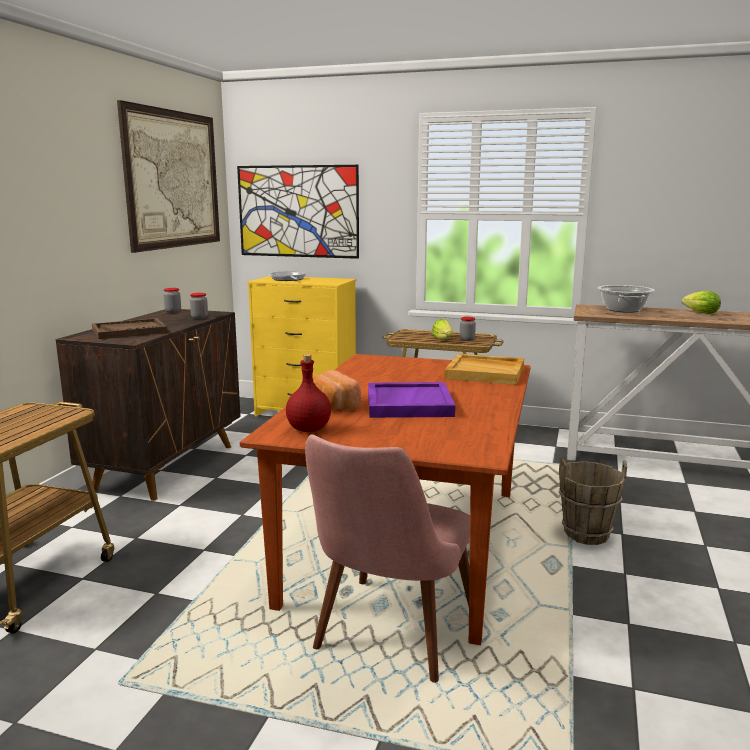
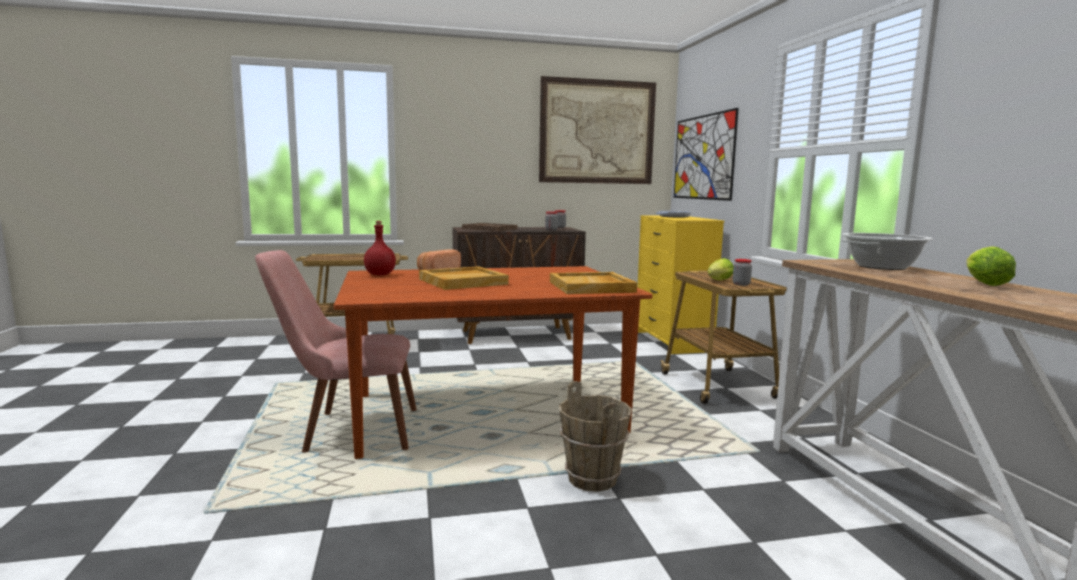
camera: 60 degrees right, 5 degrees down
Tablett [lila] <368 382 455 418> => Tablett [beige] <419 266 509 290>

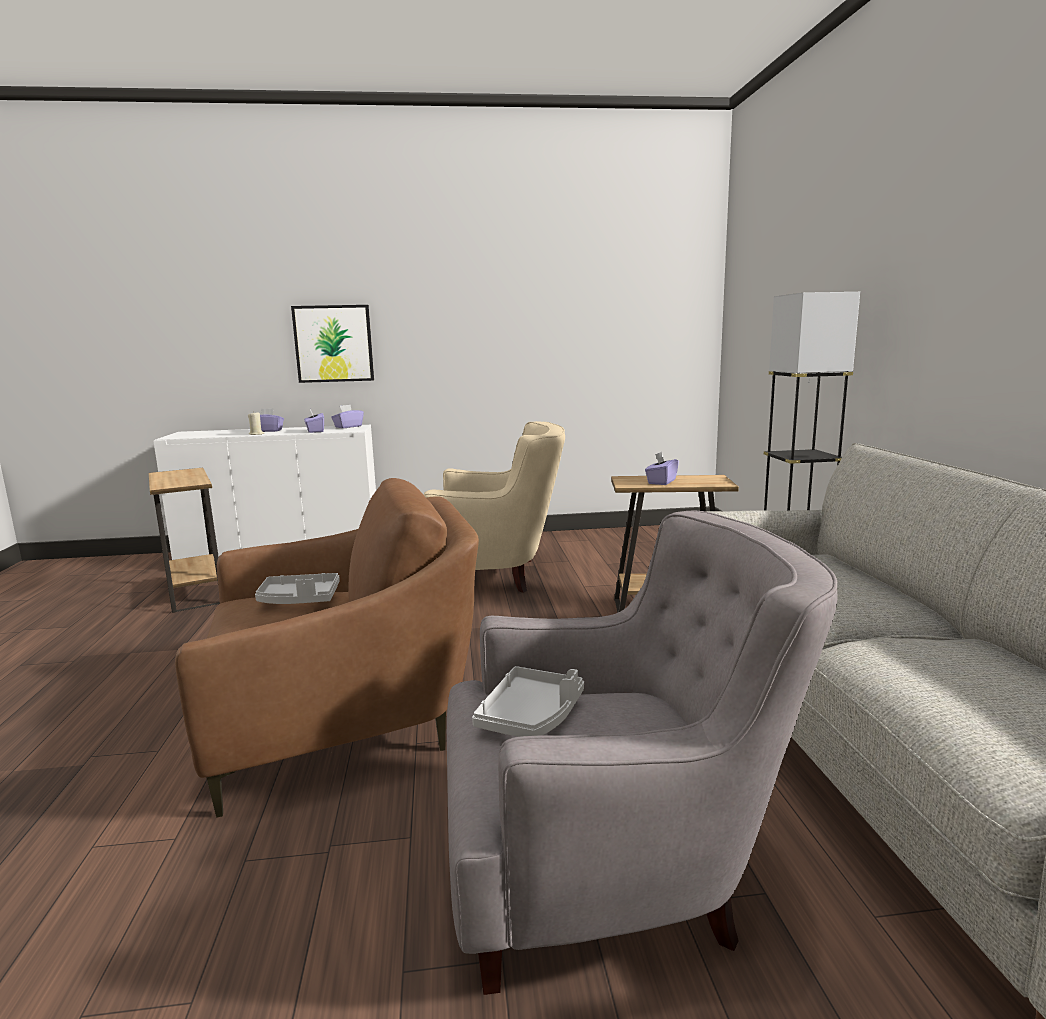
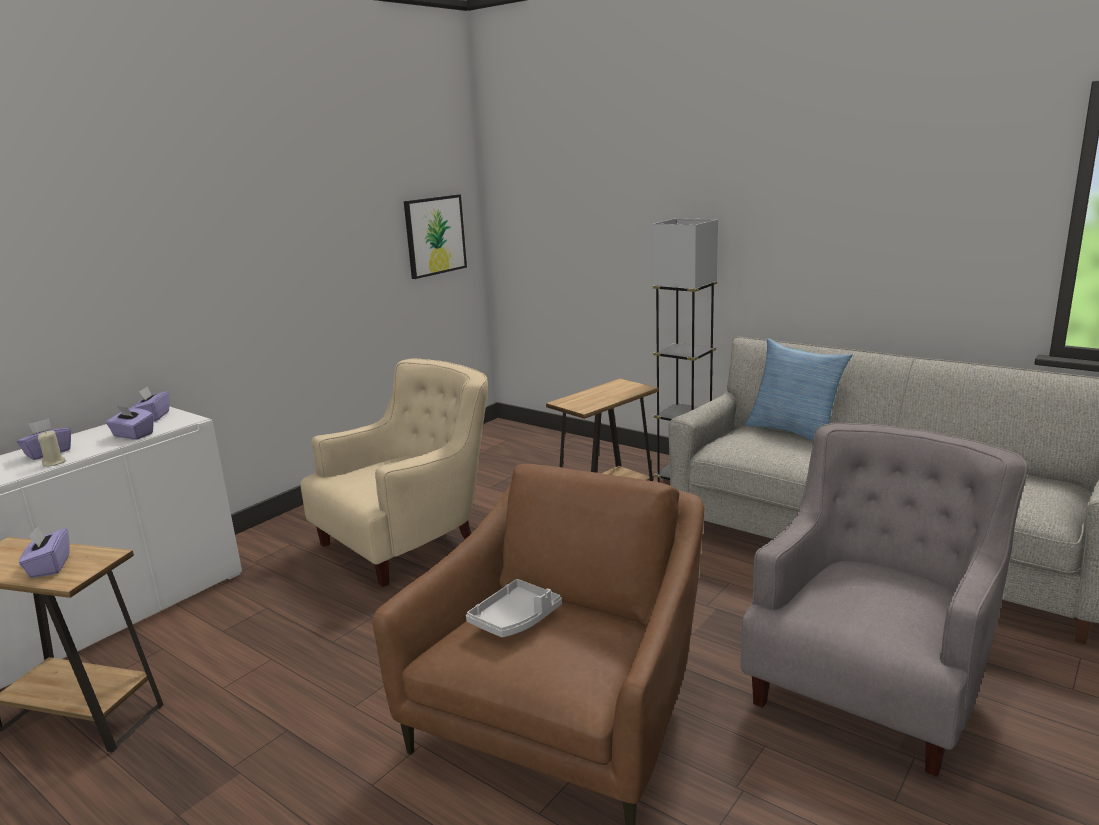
camera: 45 degrees left, 5 degrees up
Bild <291 305 374 383> => Bild <404 194 467 279>, moved
Taschentuchbox [lila] <645 451 679 485> => Taschentuchbox [lila] <19 526 70 578>, moved
Tablett [grau] <472 666 584 737> => nothing
nothing => Kissen <745 338 852 441>

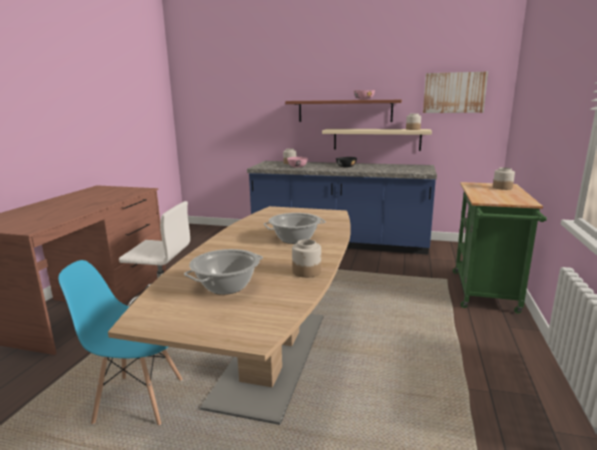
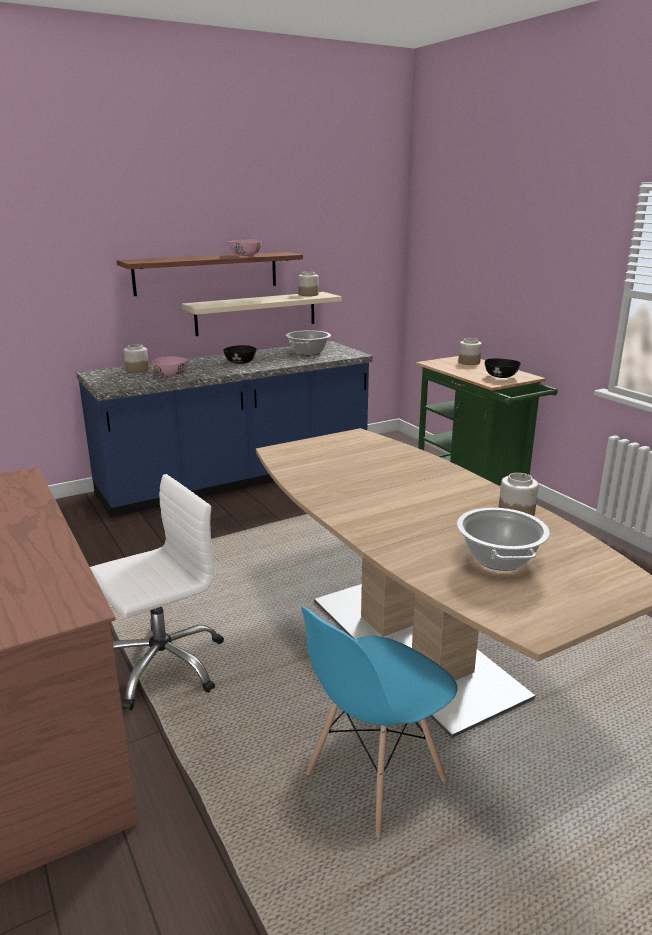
camera: 45 degrees left, 5 degrees up
Bild <423 72 488 113> => nothing
Kochtopf <264 213 326 244> => Kochtopf <286 331 331 355>, moved
nothing => Schüssel [schwarz] <485 358 521 378>

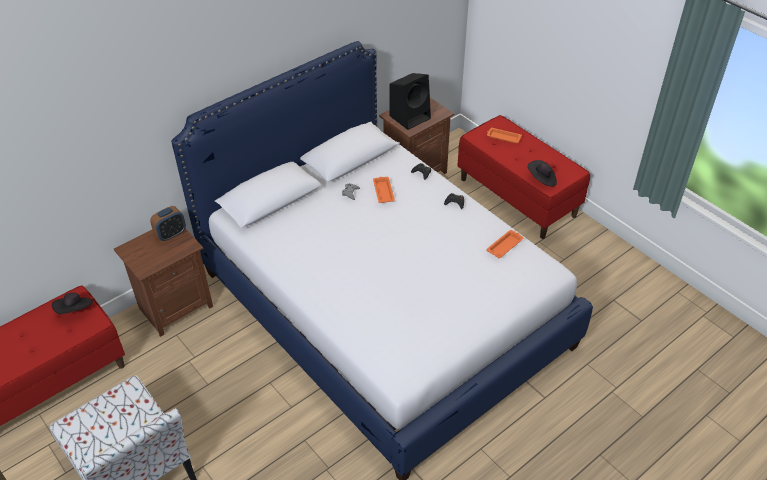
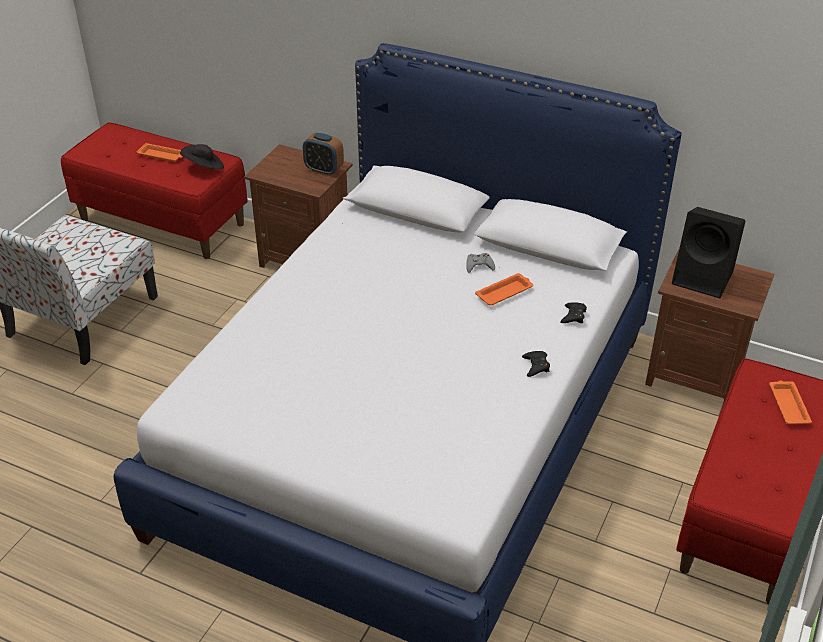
camera: 65 degrees right, 5 degrees down
Hut [schwarz] <527 160 557 187> => nothing
Tablett [orange] <486 230 523 258> => Tablett [orange] <137 143 183 162>, moved

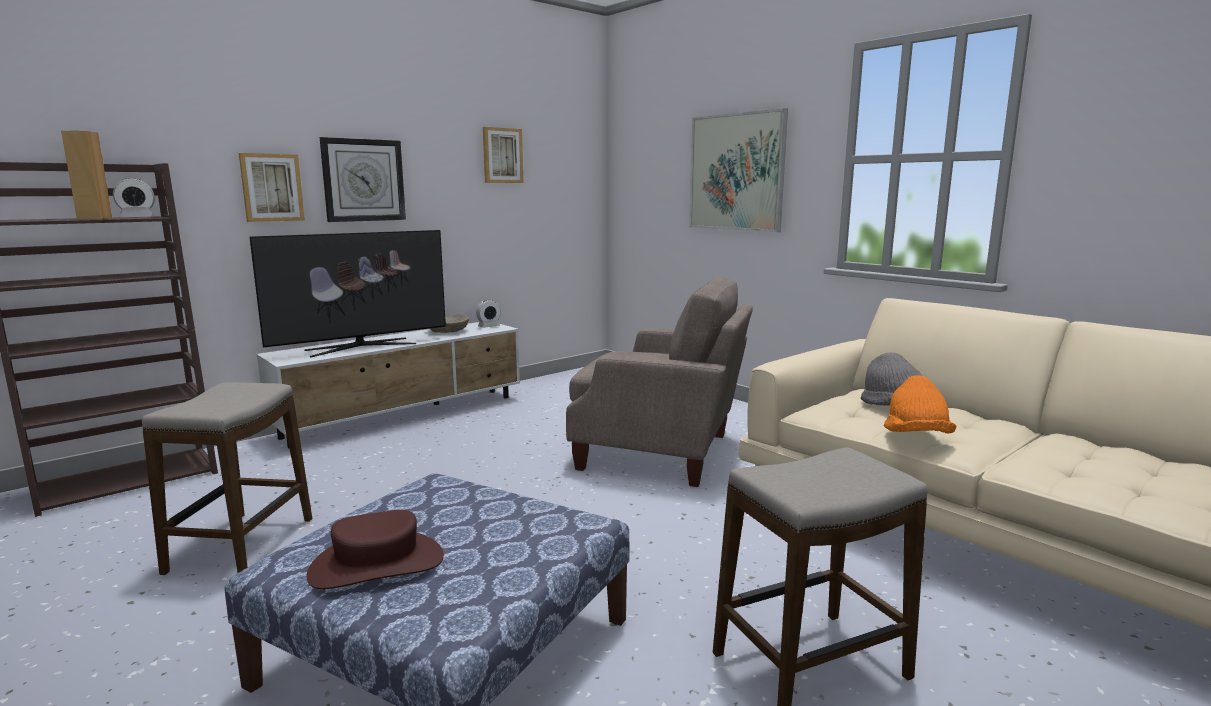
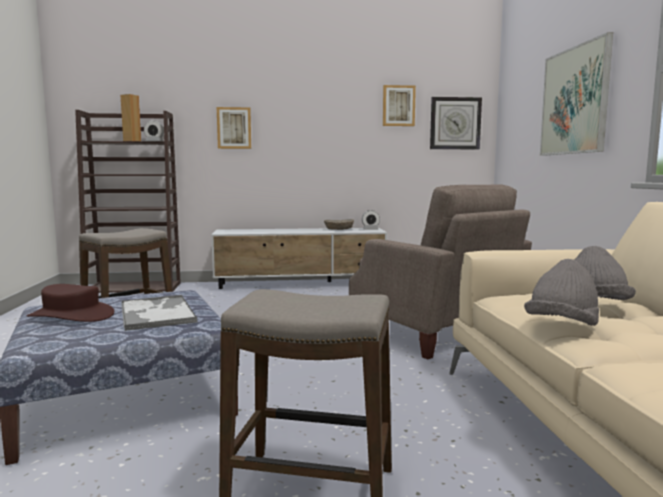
camera: 35 degrees right, 5 degrees down
Wanduhr <320 137 406 222> => Wanduhr <430 97 482 149>, moved
Fernseher <250 230 446 358> => nothing
Hut [orange] <884 375 956 434> => Hut [grau] <524 259 599 326>
nothing => Tablett <121 295 197 331>

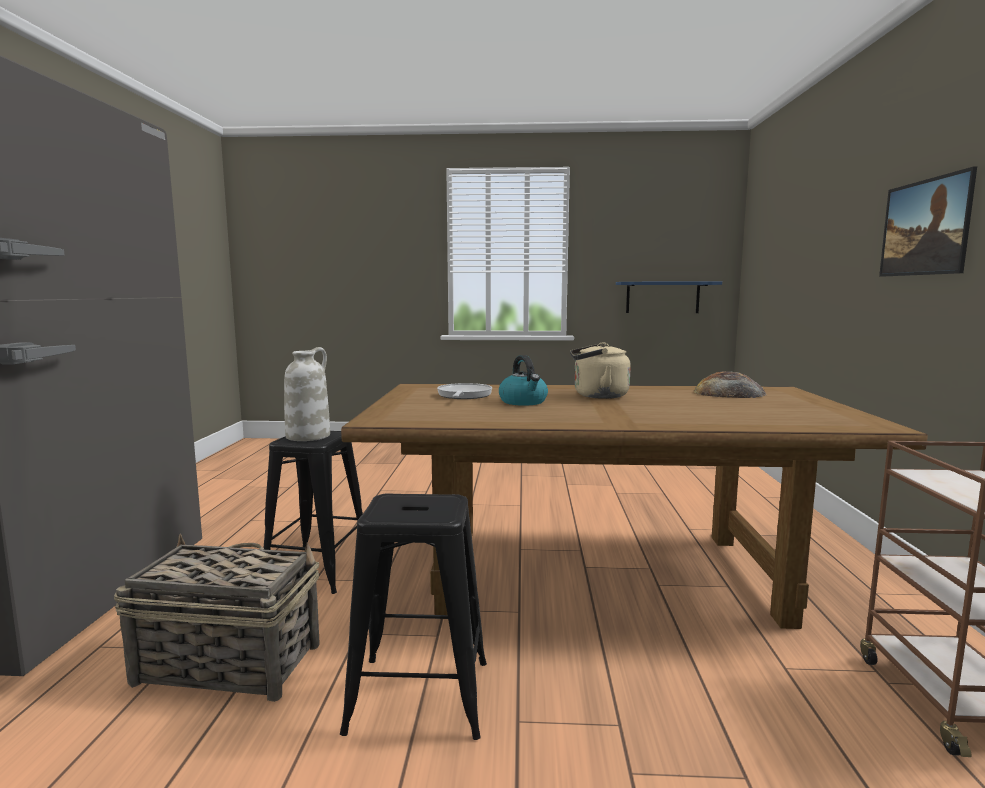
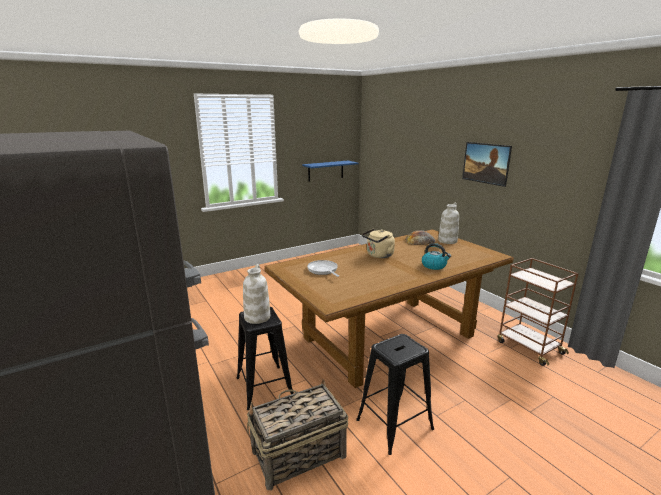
camera: 35 degrees left, 10 degrees up
Wasserkessel <499 355 548 406> => Wasserkessel <422 243 451 270>, moved
nothing => Vase [weiß] <438 203 459 244>

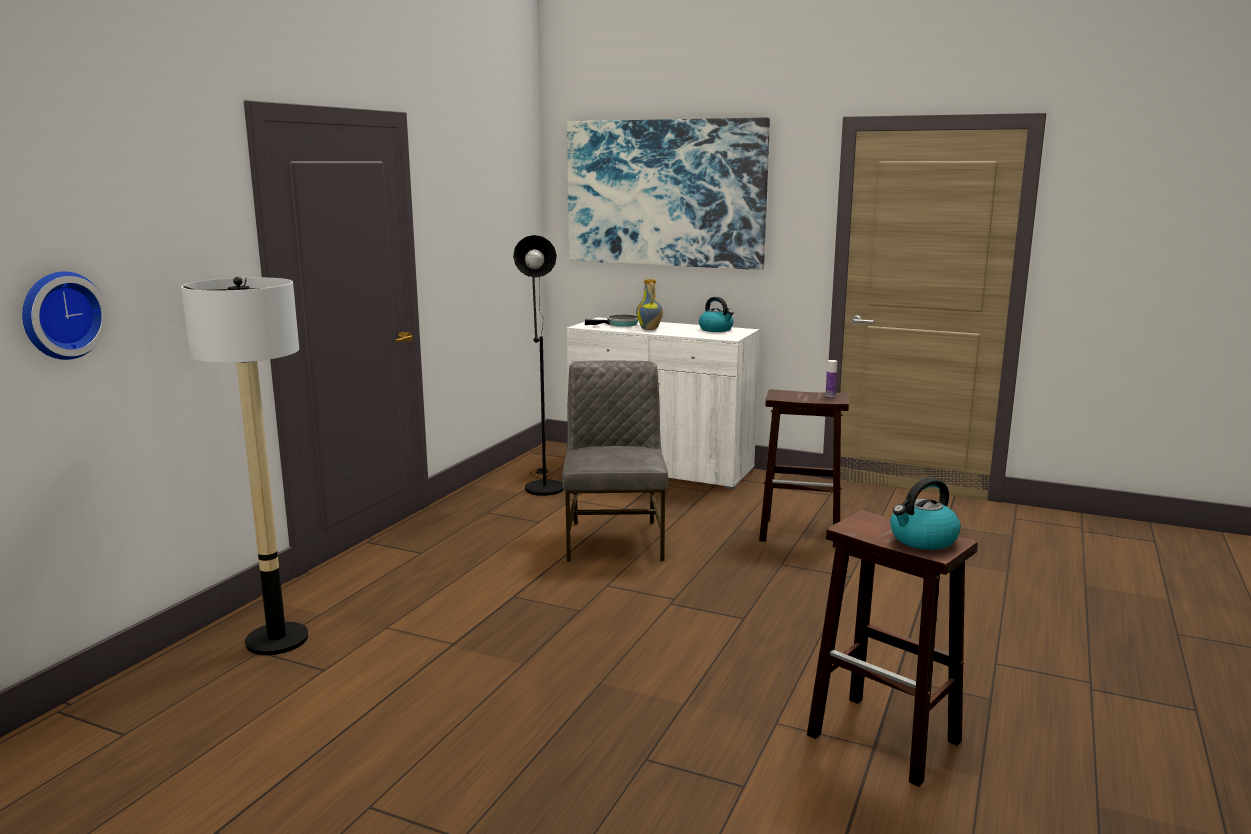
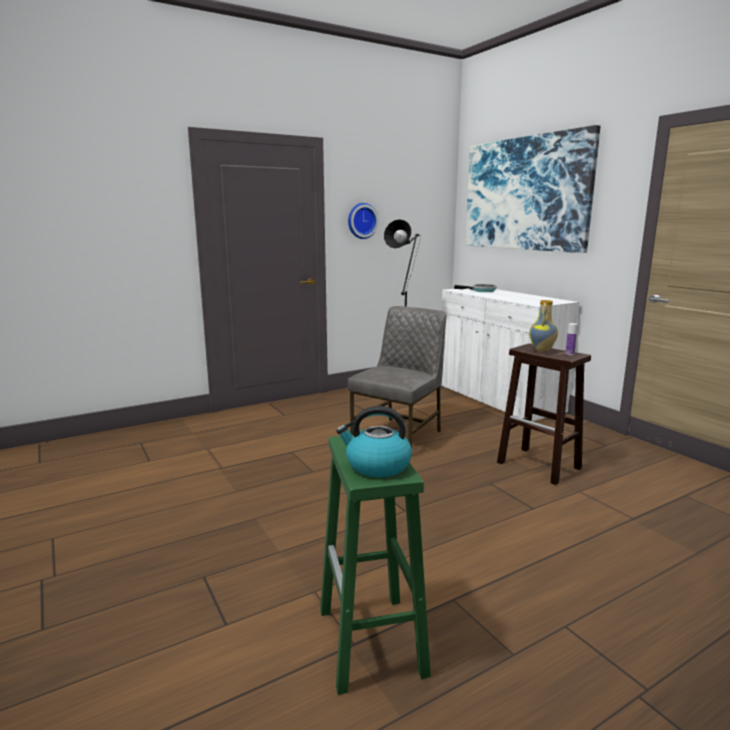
camera: 35 degrees right, 0 degrees up
Wanduhr <22 271 108 360> => Wanduhr <348 203 379 239>, moved
Stehlampe <181 277 308 655> => nothing
Vase <636 279 663 330> => Vase <529 300 558 352>, moved
Wasserkessel <699 297 734 332> => nothing
Hocker [braun] <807 510 978 787> => Hocker [grün] <320 435 431 695>

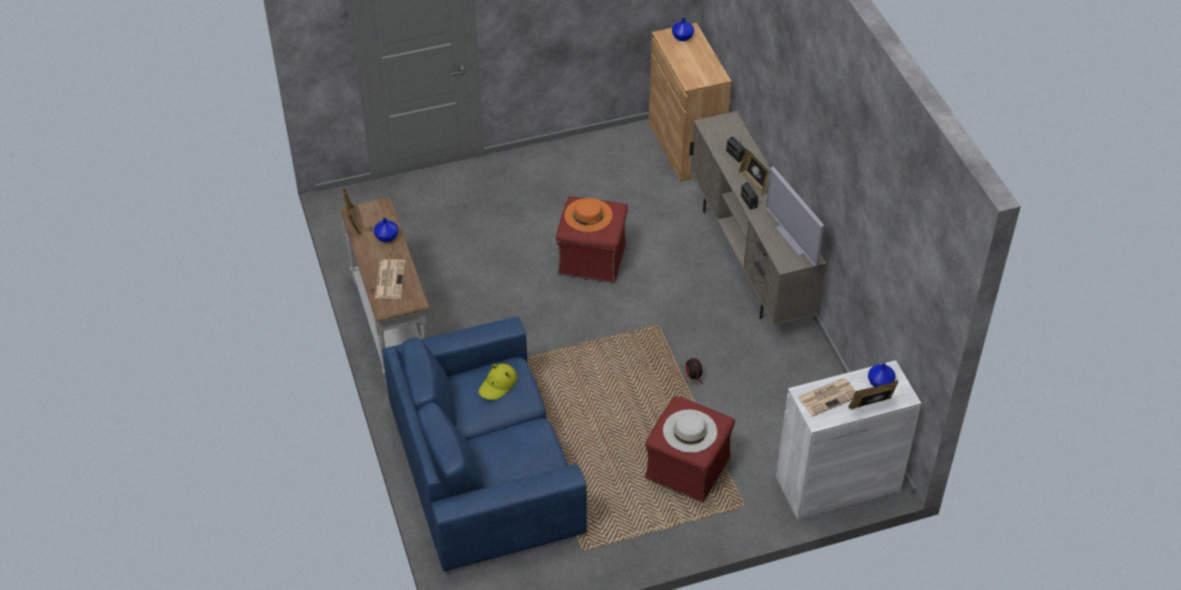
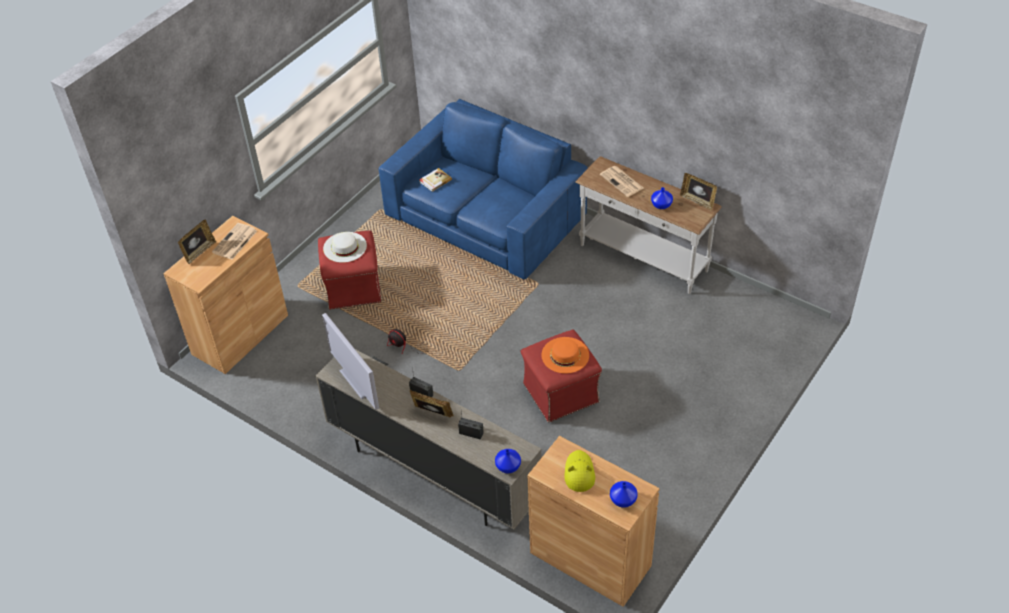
camera: 145 degrees right, 0 degrees up
Fernseher <766 167 824 267> => Fernseher <322 313 379 410>, 150 degrees counterclockwise
Schrank [weiß] <776 360 922 520> => Schrank [braun] <163 216 288 374>
Hut [gelb] <479 363 517 400> => Hut [gelb] <564 450 595 492>, moved
Vase [blau] <868 363 896 387> => Vase [blau] <495 449 521 474>, moved
nothing => Buch <419 168 452 192>

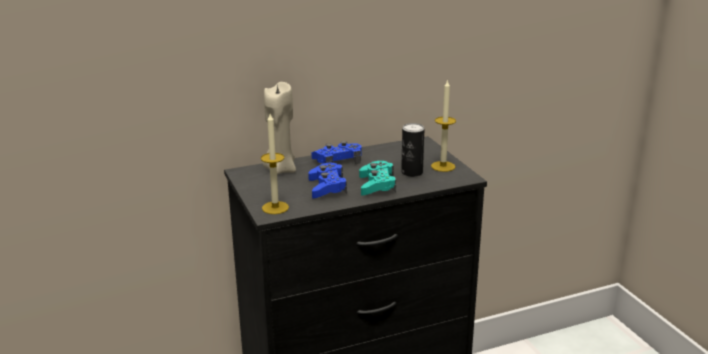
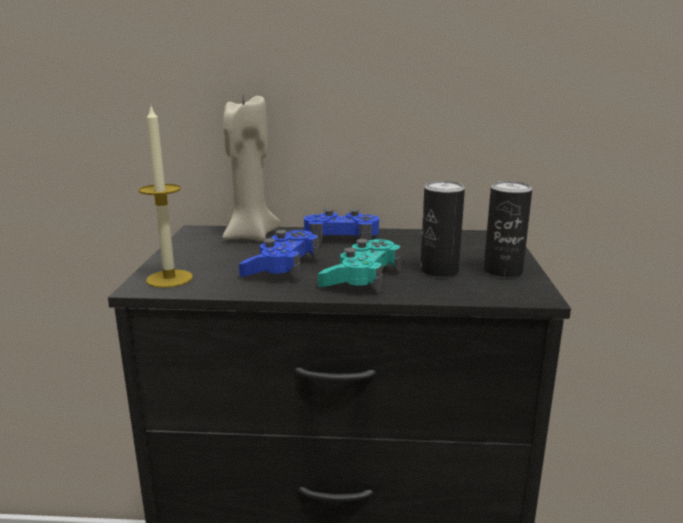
camera: 25 degrees right, 5 degrees down
Kerze <431 79 456 172> => Dose <484 181 532 278>

